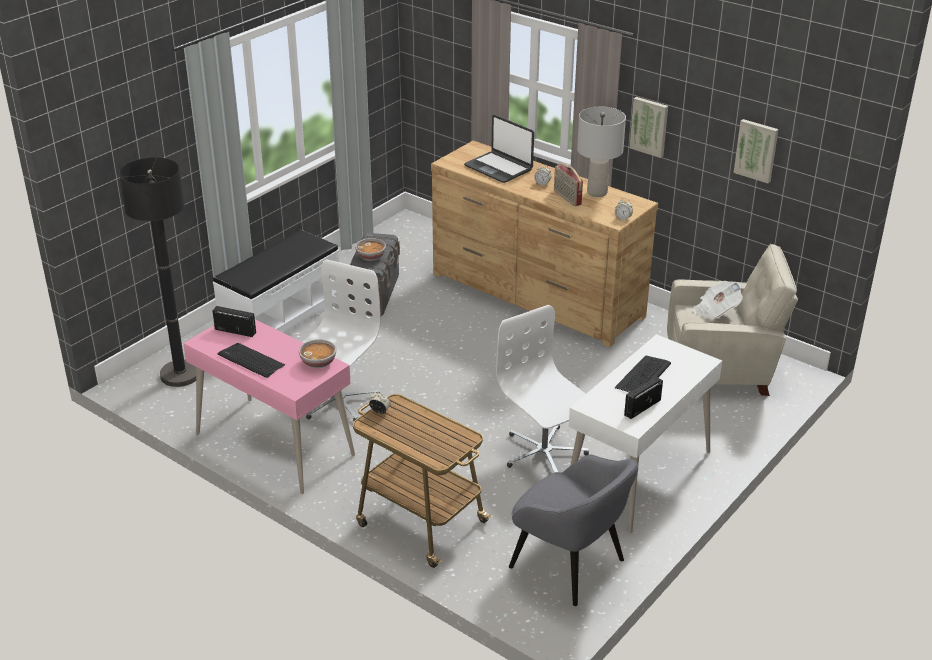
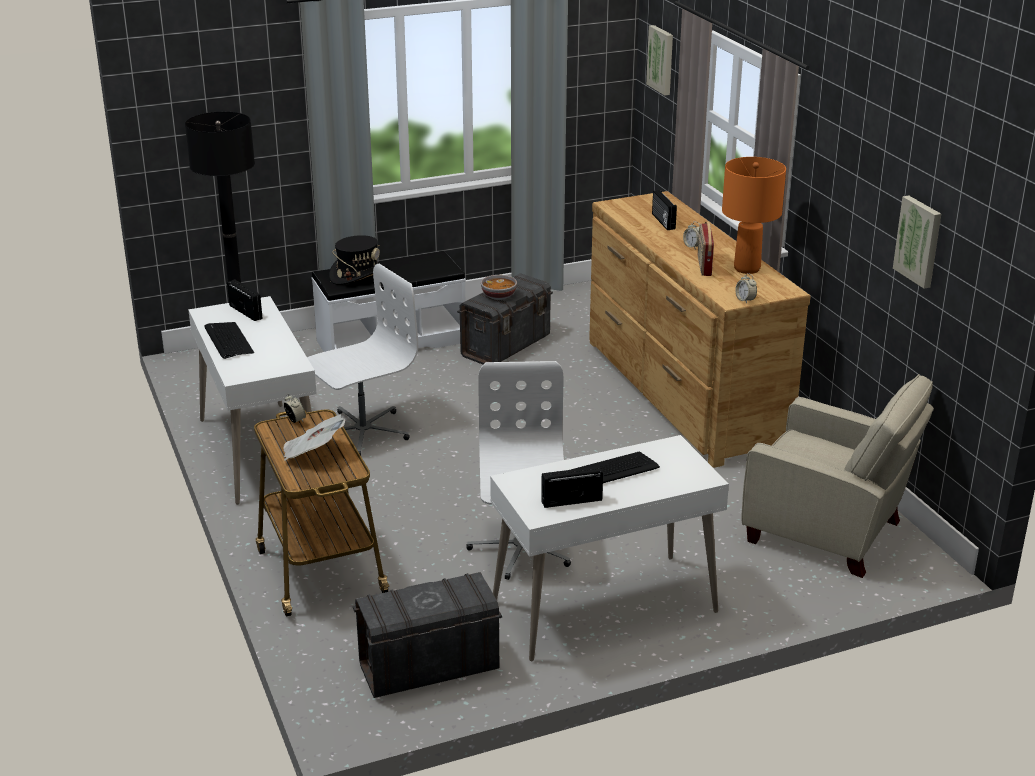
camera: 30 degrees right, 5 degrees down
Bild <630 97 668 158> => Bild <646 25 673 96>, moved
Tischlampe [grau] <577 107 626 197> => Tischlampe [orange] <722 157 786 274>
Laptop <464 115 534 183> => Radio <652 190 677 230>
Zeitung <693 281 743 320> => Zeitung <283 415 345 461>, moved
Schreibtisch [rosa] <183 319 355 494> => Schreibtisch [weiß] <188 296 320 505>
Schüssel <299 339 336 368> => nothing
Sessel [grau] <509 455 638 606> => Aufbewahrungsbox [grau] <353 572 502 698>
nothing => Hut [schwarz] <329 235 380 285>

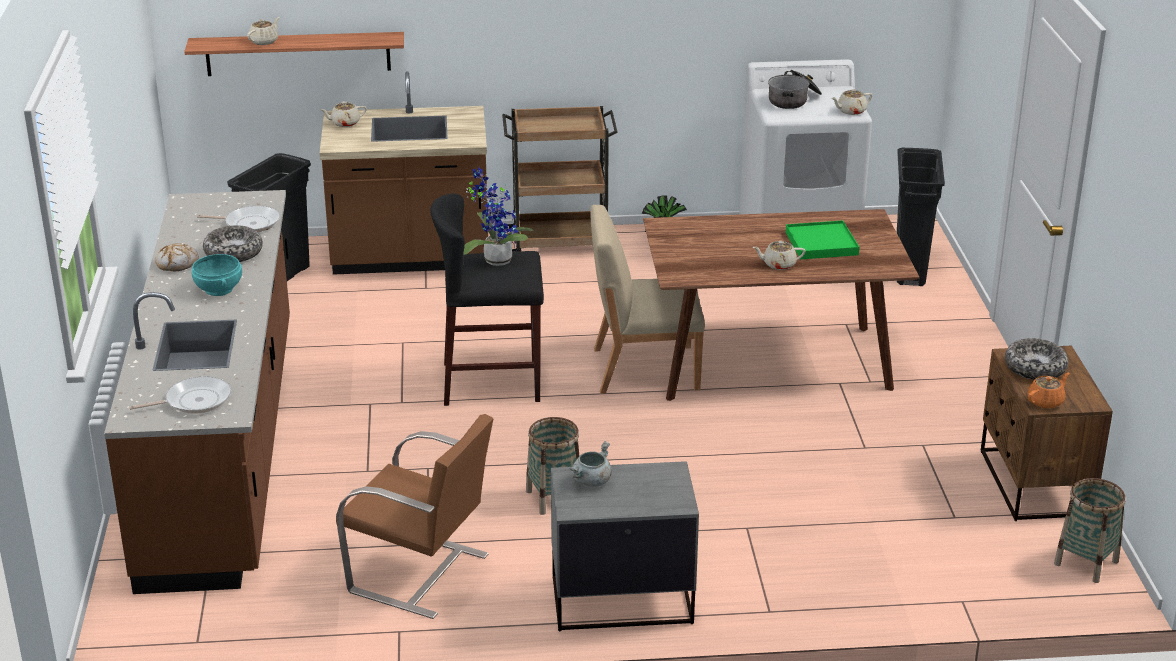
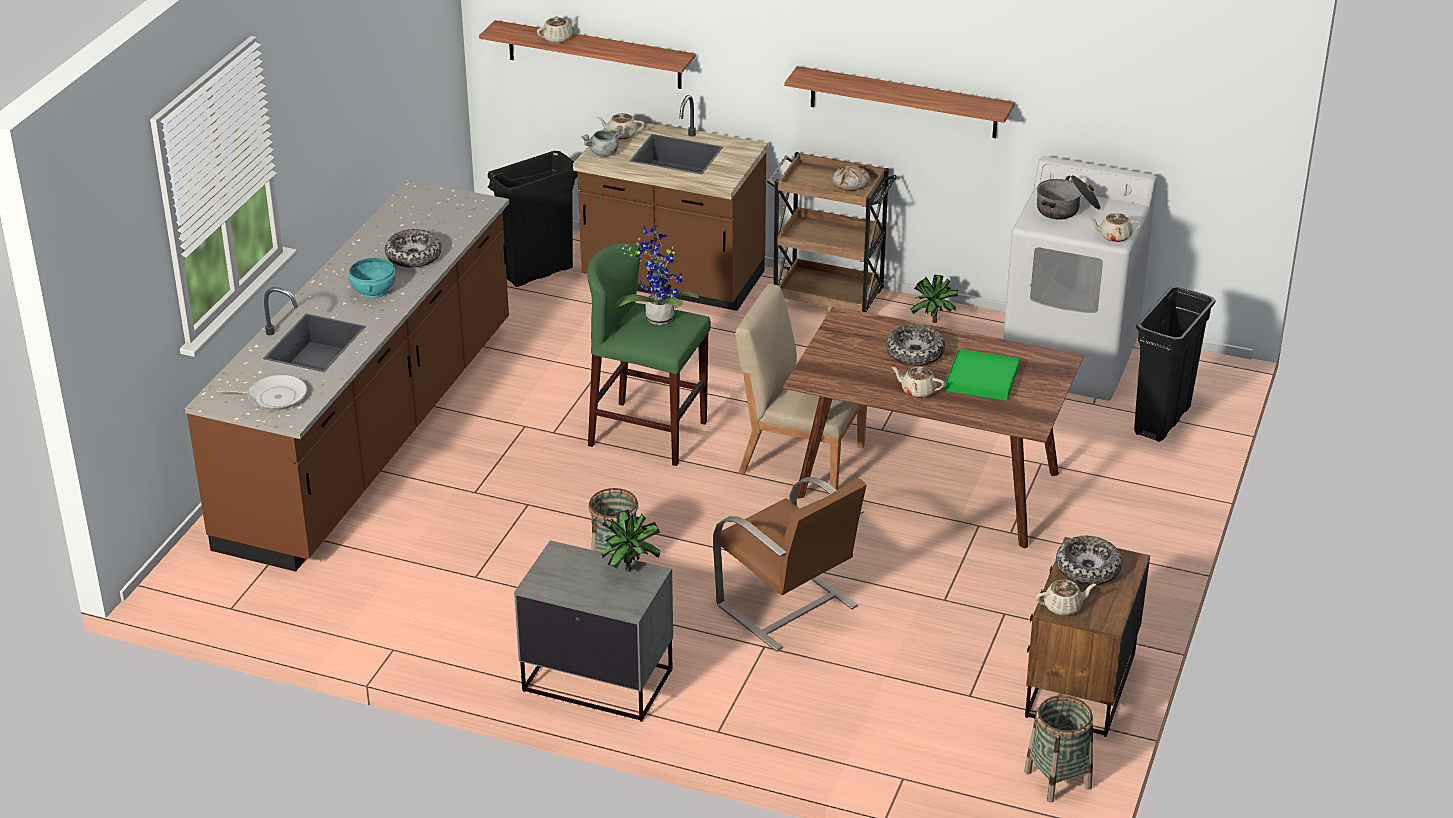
camera: 25 degrees right, 5 degrees up
Hocker [schwarz] <430 194 544 406> => Hocker [grün] <587 243 711 466>
Pfanne <197 206 280 232> => nothing
Brot <155 243 199 271> => Brot <832 165 870 191>, moved
Teekanne [orange] <1027 373 1070 409> => Teekanne [beige] <1036 580 1096 616>
Stuhl [braun] <336 414 494 619> => Stuhl [braun] <713 477 867 651>, moved
Kochtopf [grau] <569 441 612 487> => Kochtopf [grau] <581 125 623 157>, moved
nothing => Wandregal <784 66 1015 138>
nothing => Schüssel <886 324 945 366>
nothing => Topfpflanze <602 510 660 572>

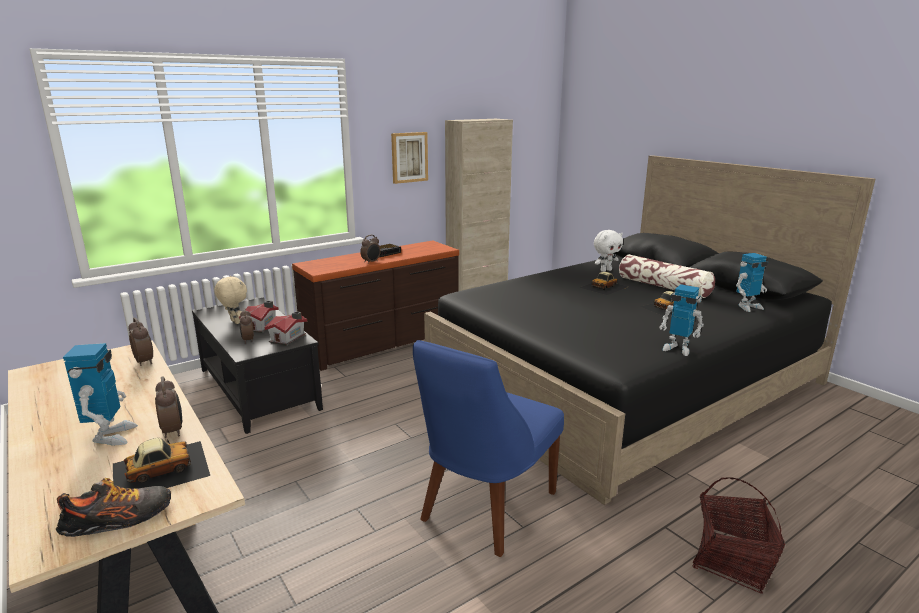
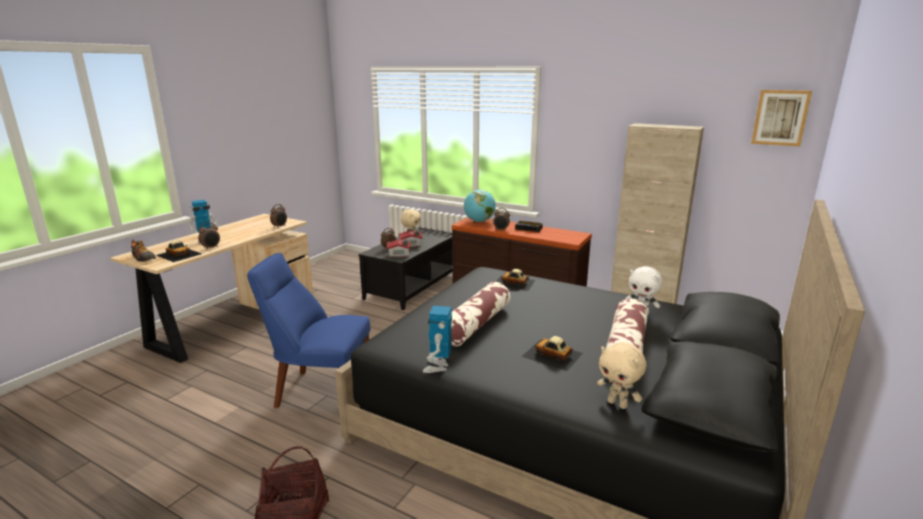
camera: 65 degrees right, 0 degrees up
Bild <391 132 428 184> => Bild <751 90 812 147>, moved
Spielzeugroboter <736 253 768 312> => Plüschtier [beige] <597 342 646 409>
Spielzeugauto <580 272 628 295> => Spielzeugauto <496 269 536 291>, moved
nothing => Globus <464 190 496 222>
nothing => Kissen <451 282 510 346>

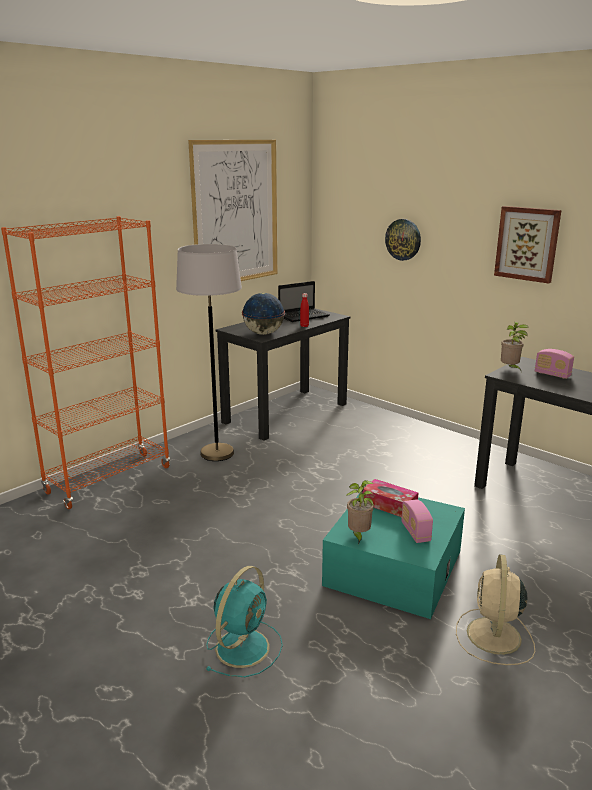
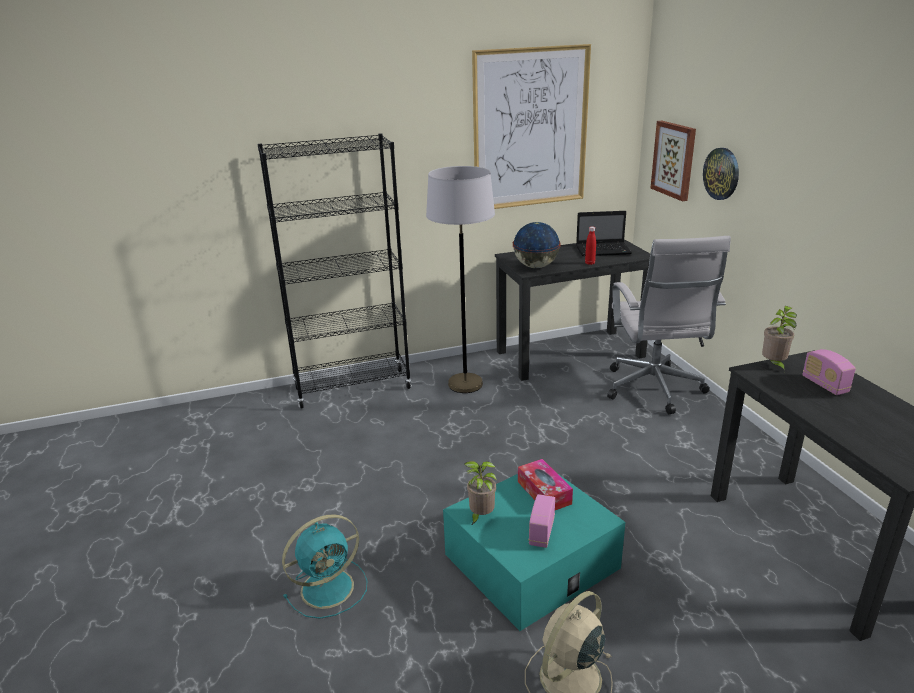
camera: 30 degrees right, 5 degrees up
Bild <494 206 562 284> => Bild <651 121 696 201>, moved
Bücherregal [orange] <1 216 170 509> => Bücherregal [schwarz] <258 133 412 409>
nothing => Bürostuhl [weiß] <607 236 731 414>

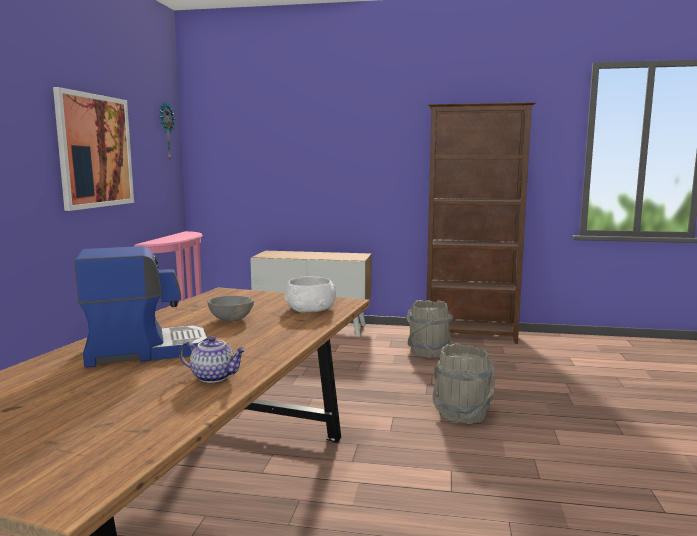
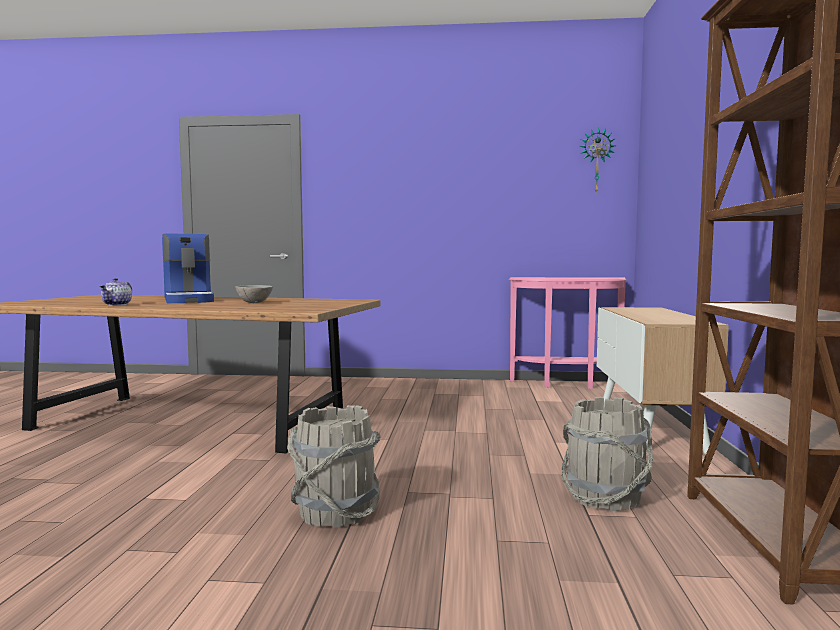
camera: 85 degrees right, 5 degrees down
Bild <53 87 134 211> => nothing
Schüssel [weiß] <284 276 336 312> => nothing

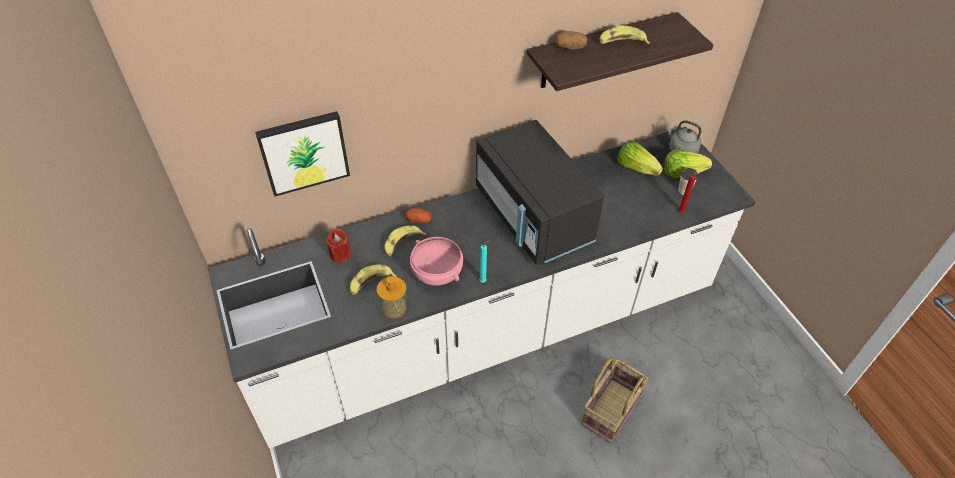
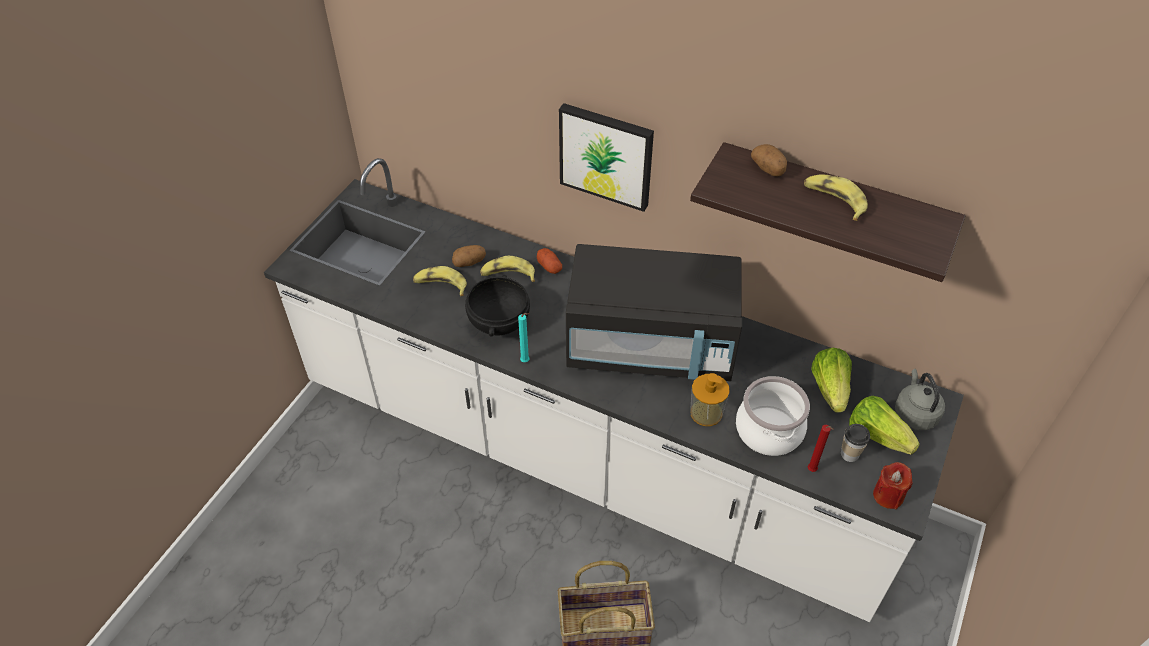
camera: 50 degrees right, 0 degrees up
Bild <255 111 350 197> => Bild <559 103 654 212>, moved
Mikrowelle [schwarz] <476 120 604 265> => Mikrowelle [schwarz] <566 244 742 381>, 105 degrees counterclockwise
Kerze [rot] <326 229 351 263> => Kerze [rot] <873 462 913 509>, moved
Schüssel [rosa] <410 237 463 286> => Schüssel [schwarz] <465 275 530 337>
Seifenspender <377 276 407 318> => Seifenspender <690 373 730 426>, moved
nothing => Kartoffel <452 245 486 267>
nothing => Kochtopf <736 376 810 456>

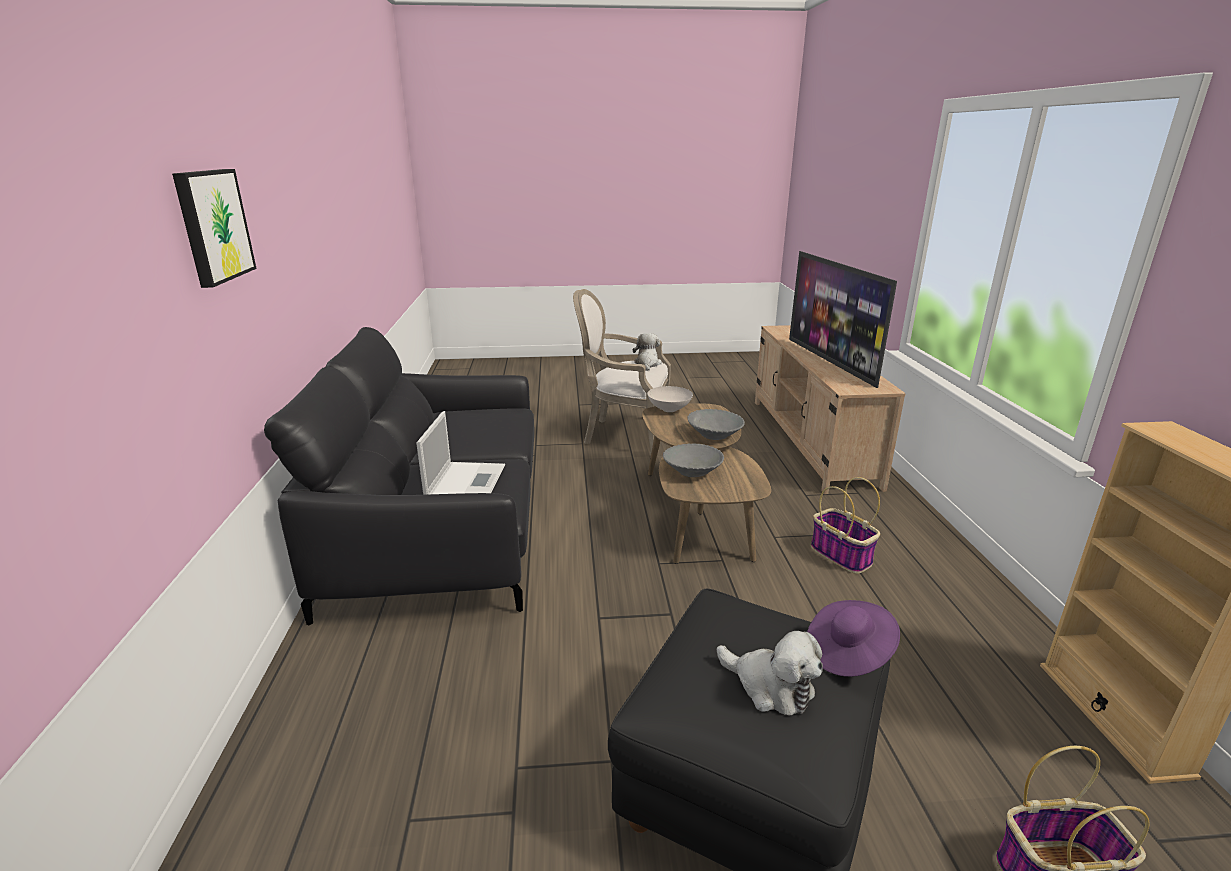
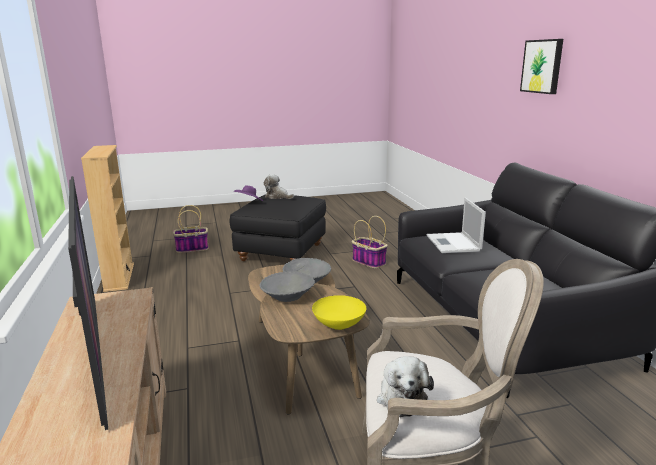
camera: 170 degrees right, 5 degrees down
Schüssel [weiß] <647 386 693 412> => Schüssel [gelb] <312 295 366 330>
Korb <811 477 880 574> => Korb <352 216 388 268>, moved

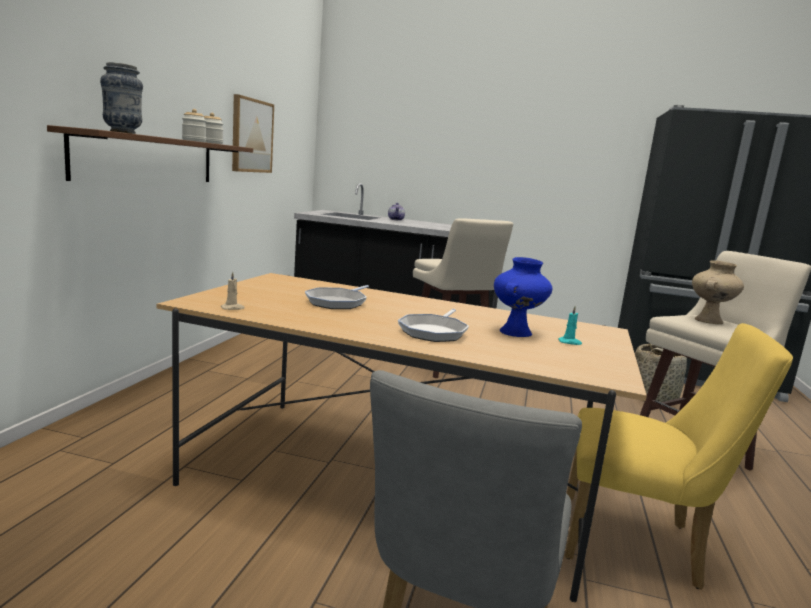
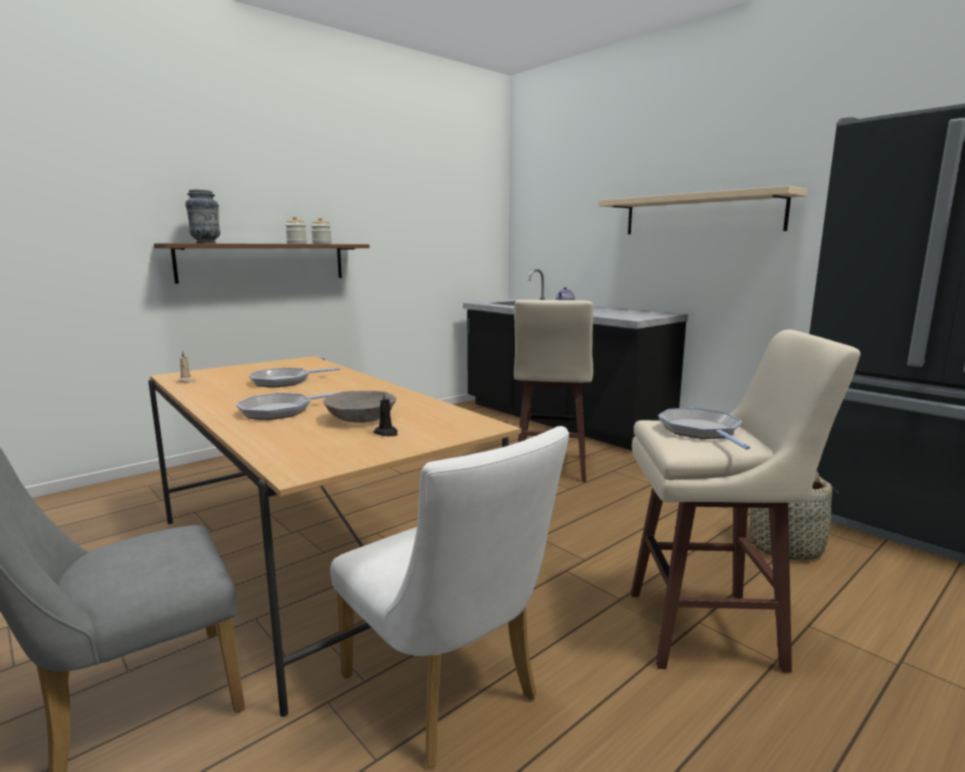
camera: 35 degrees right, 0 degrees up
Bild <232 94 274 173> => nothing
Vase [blau] <494 257 552 337> => Schüssel [grau] <324 391 397 423>
Vase [beige] <692 260 744 324> => Pfanne <658 408 750 450>
Kerze [türkis] <558 307 582 345> => Kerze [schwarz] <373 391 398 436>
Stuhl [gelb] <565 323 793 590> => Stuhl [weiß] <330 426 569 768>
nothing => Wandregal [beige] <598 186 808 234>

